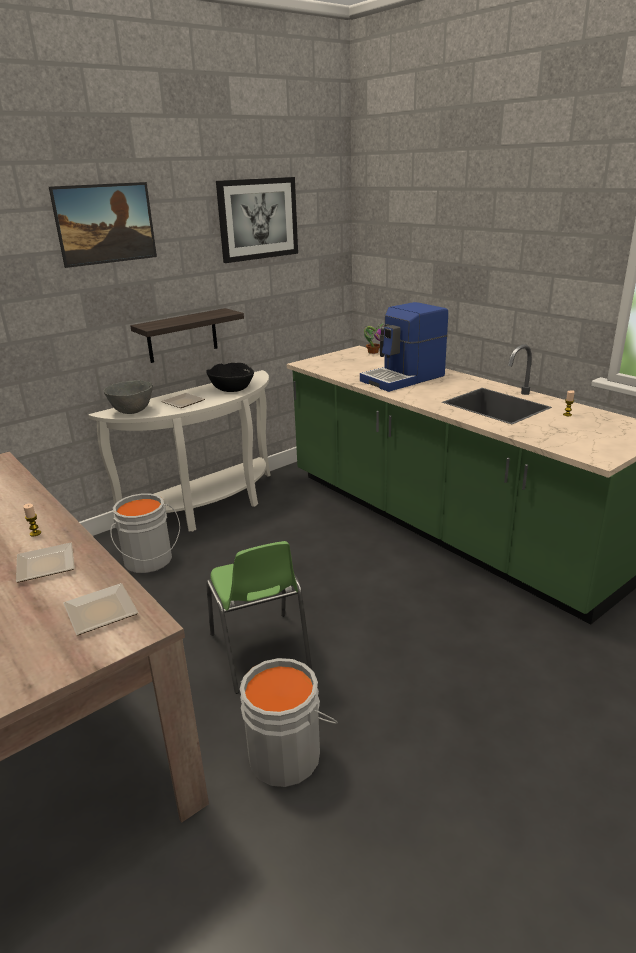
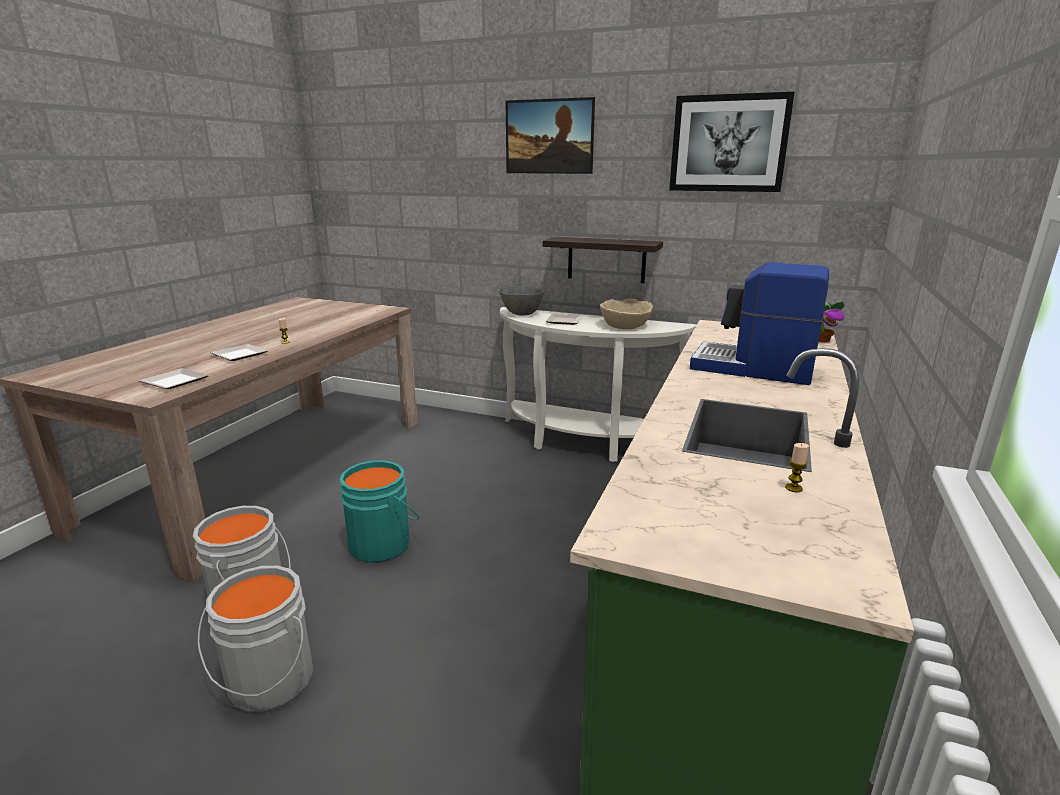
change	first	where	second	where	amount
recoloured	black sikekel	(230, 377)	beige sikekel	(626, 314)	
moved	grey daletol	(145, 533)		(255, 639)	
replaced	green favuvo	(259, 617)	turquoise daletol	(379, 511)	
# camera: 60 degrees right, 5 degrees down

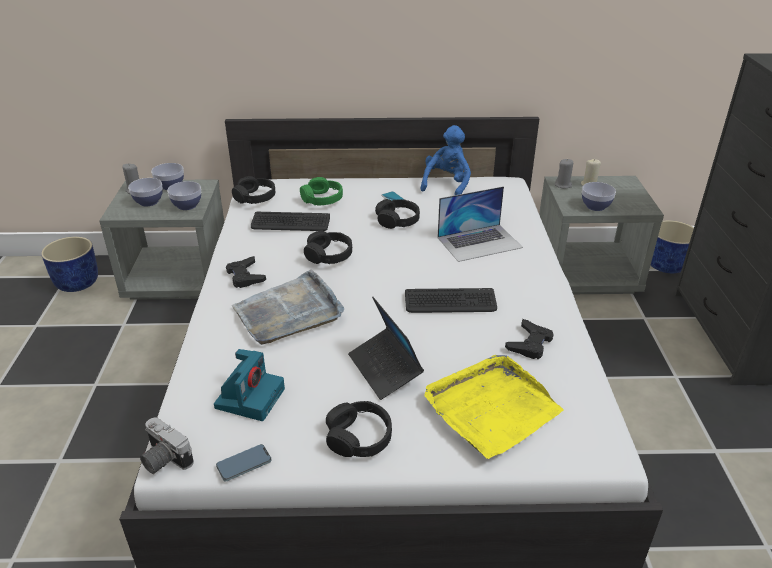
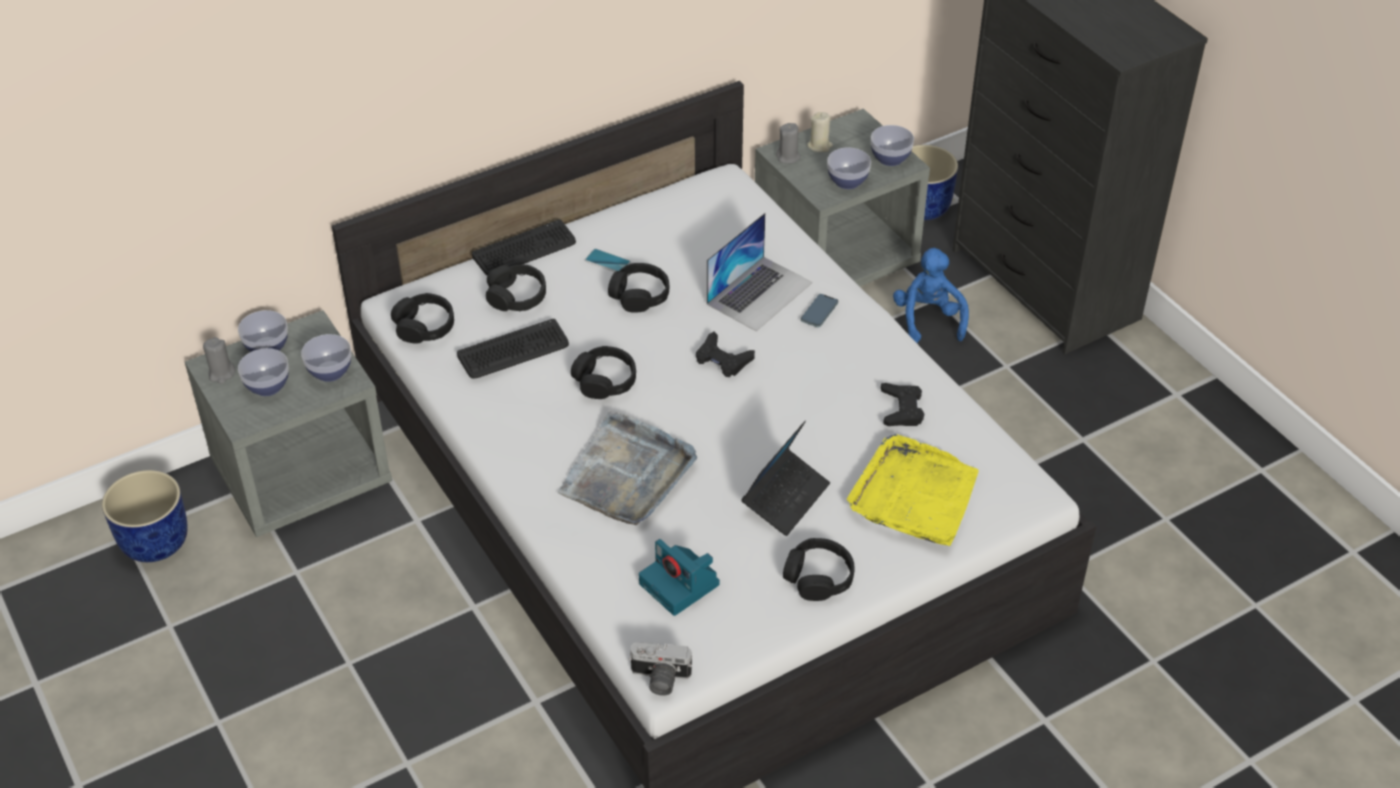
change	first	where	second	where	amount
moved	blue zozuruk	(445, 160)		(931, 295)	
recoloured	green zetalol	(321, 191)	black zetalol	(516, 288)	
moved	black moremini	(246, 272)		(725, 354)	
moved	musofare	(451, 300)		(524, 247)	
turned	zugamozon	(386, 348)		(785, 478)	90 degrees counterclockwise
turned	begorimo	(249, 385)		(679, 577)	150 degrees clockwise
moved	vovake	(244, 462)		(819, 311)	
added			sikekel	(892, 145)	
# camera: 30 degrees left, 10 degrees up

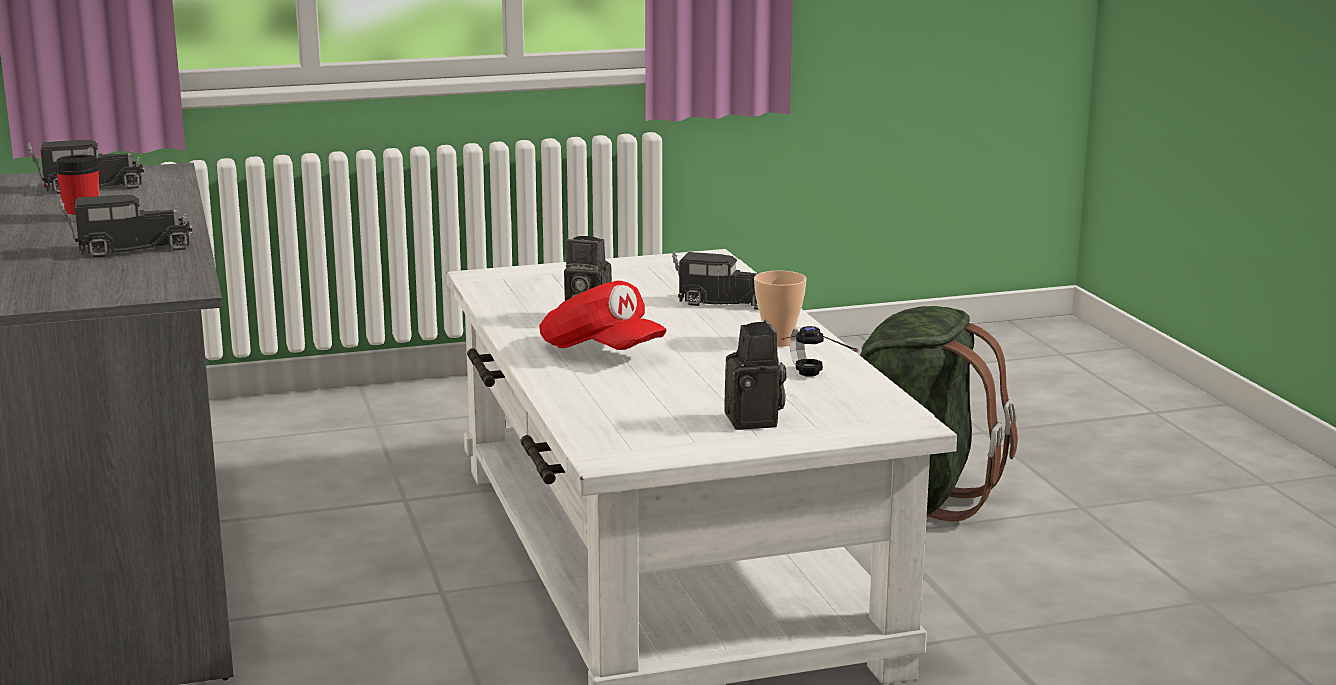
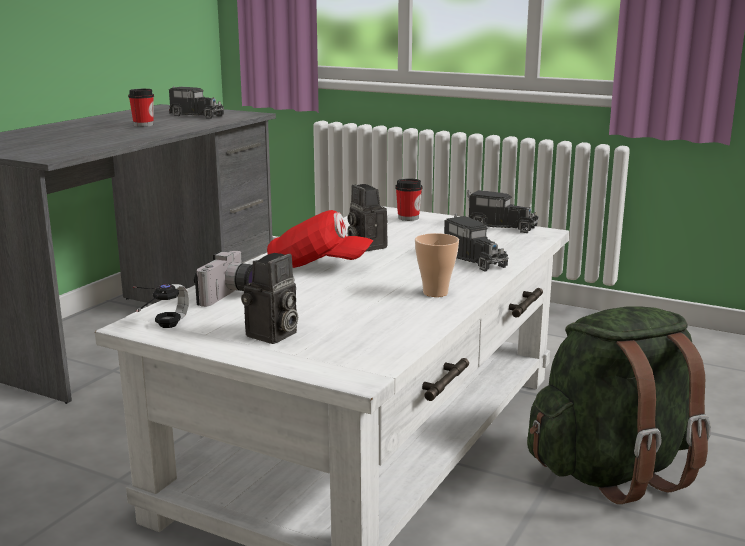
change	first	where	second	where	amount
moved	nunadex	(125, 226)		(503, 211)	
turned	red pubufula	(603, 315)		(320, 239)	75 degrees counterclockwise
moved	zetalol	(819, 351)		(161, 306)	
added			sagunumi	(408, 199)	
added			begorimo	(223, 279)	
# camera: 45 degrees right, 0 degrees up

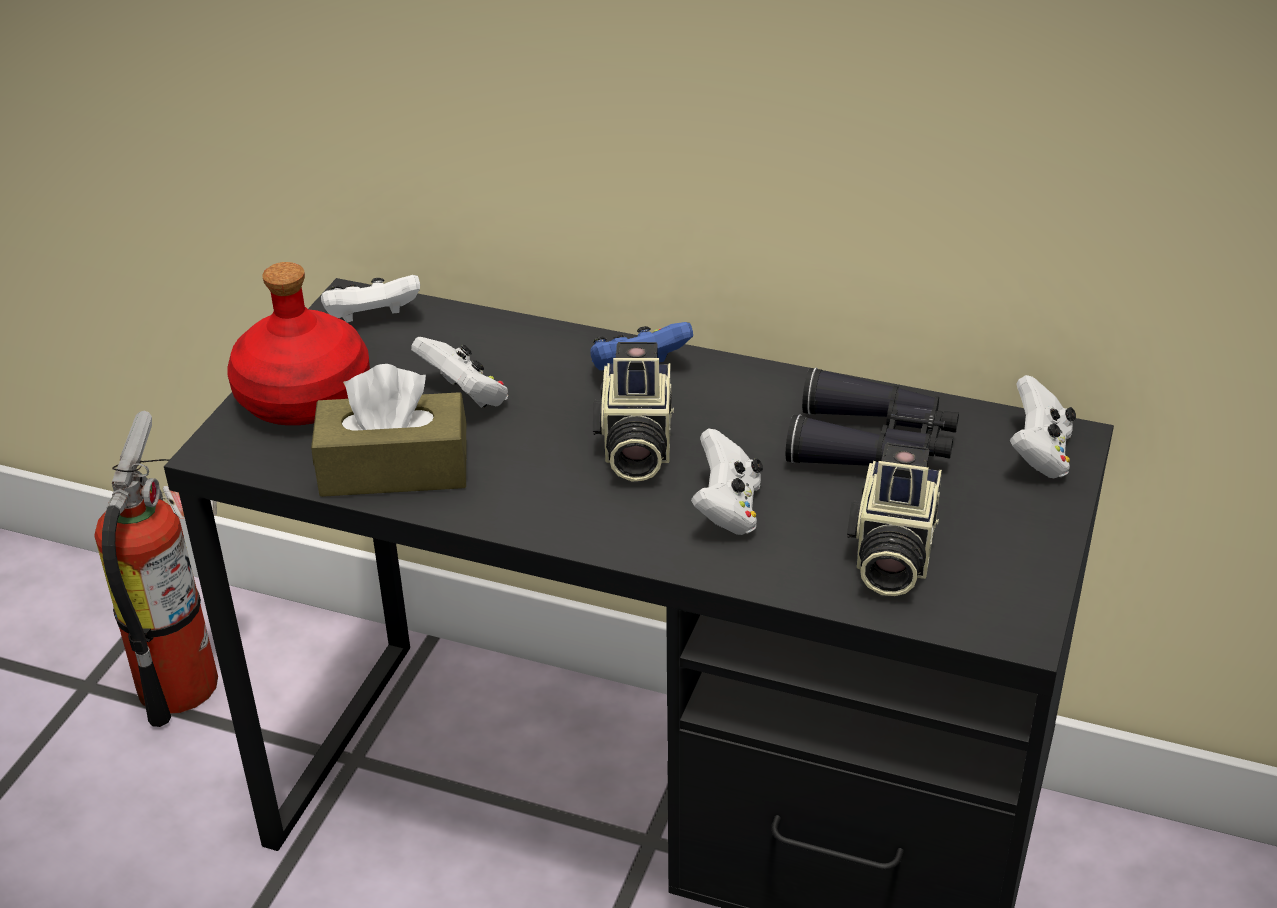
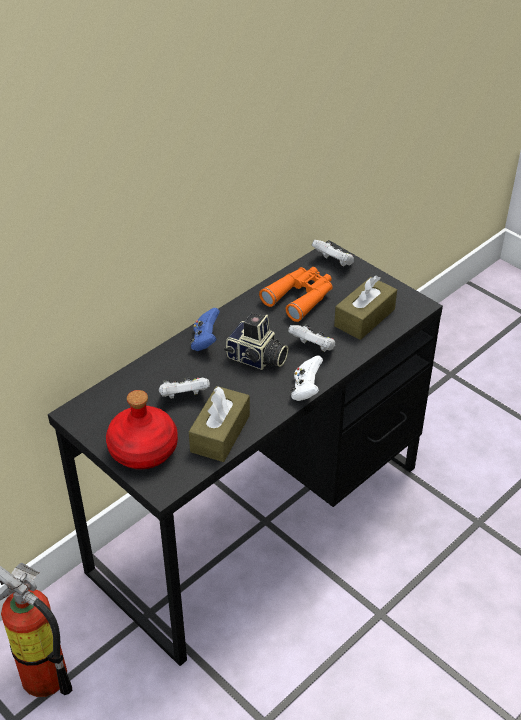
change	first	where	second	where	amount
moved	white moremini	(370, 299)		(307, 378)	
recoloured	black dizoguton	(872, 416)	orange dizoguton	(296, 294)	
replaced	begorimo	(894, 519)	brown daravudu	(365, 307)	
# camera: 65 degrees left, 5 degrees up

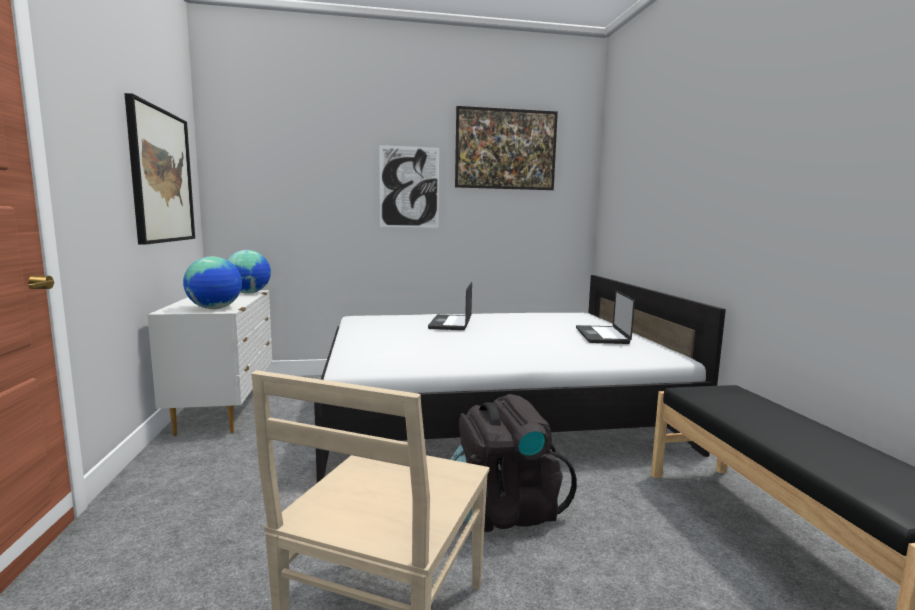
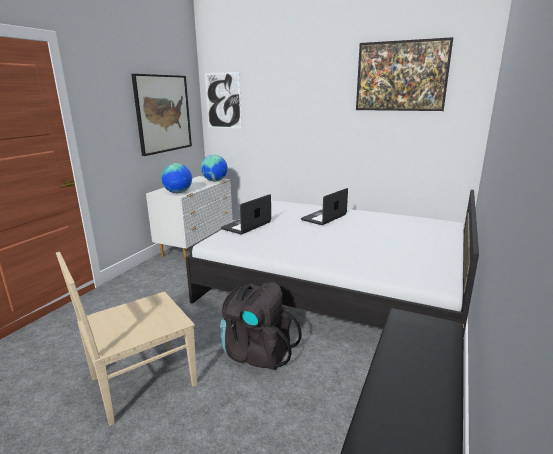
change	first	where	second	where	amount
moved	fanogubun	(409, 186)		(223, 100)	
moved	zugamozon	(605, 317)		(246, 214)	
# camera: 35 degrees right, 10 degrees up

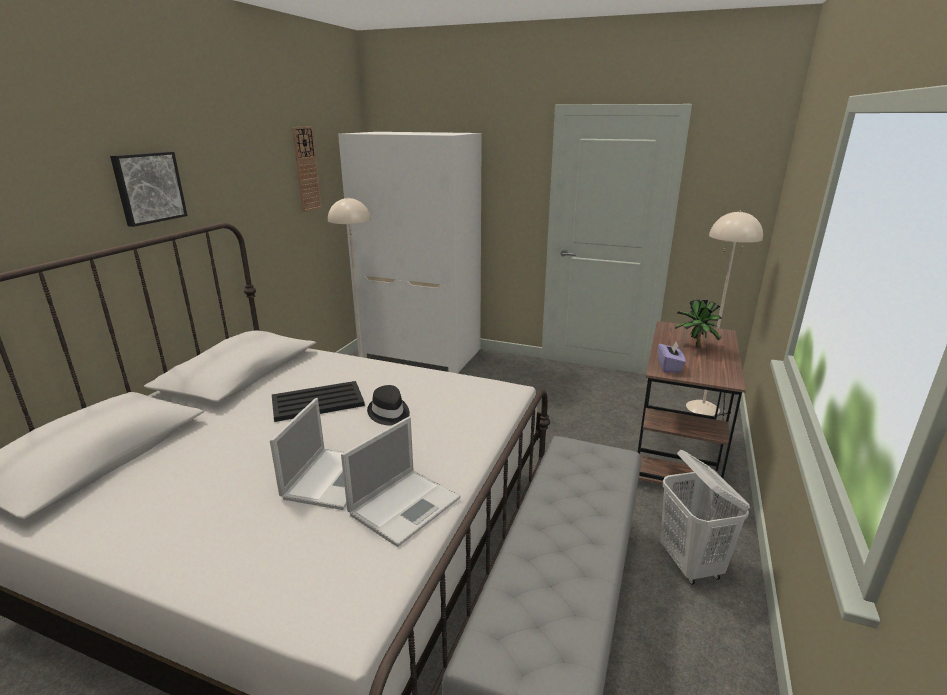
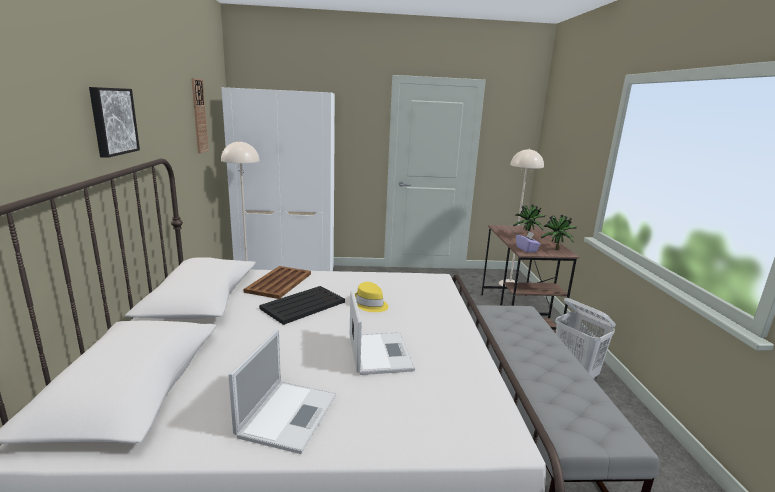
change	first	where	second	where	amount
recoloured	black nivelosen	(388, 405)	yellow nivelosen	(371, 297)	
moved	zugamozon	(401, 482)		(282, 391)	
added			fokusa	(558, 232)	
added			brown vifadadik	(277, 282)	
# camera: 25 degrees left, 5 degrees down

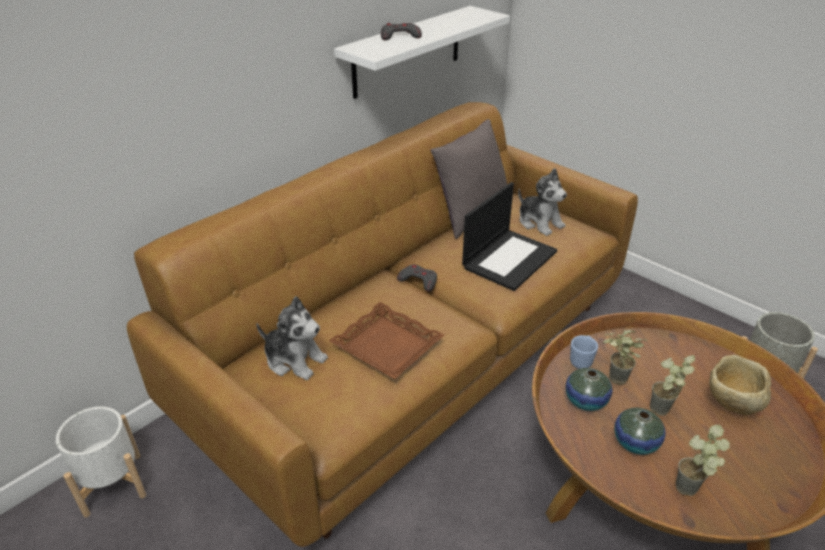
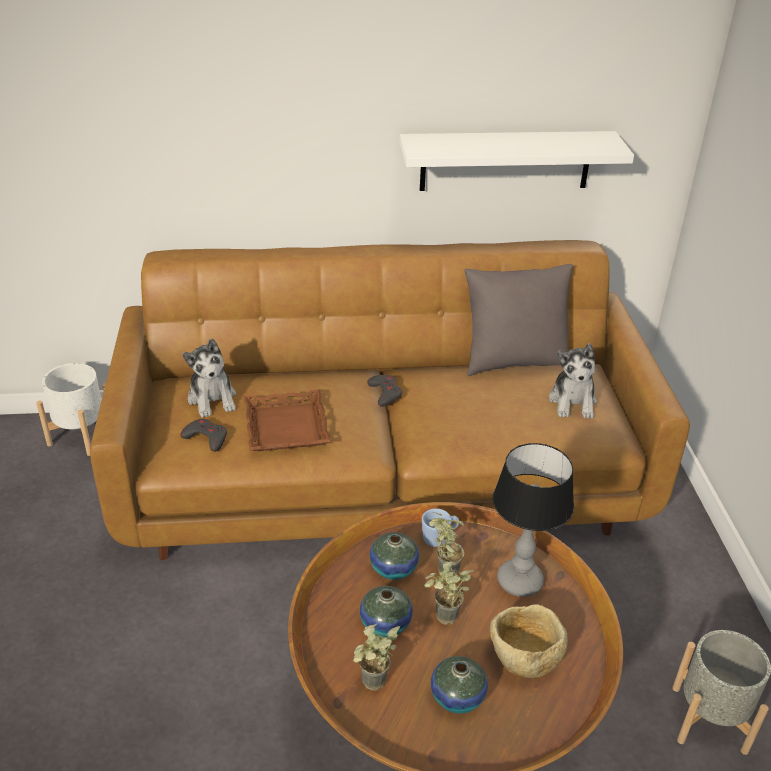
change	first	where	second	where	amount
moved	grey moremini	(401, 31)		(204, 435)	
removed	zugamozon	(509, 236)			
added			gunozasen	(533, 520)	
added			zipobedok	(459, 685)	
# camera: 40 degrees right, 0 degrees up

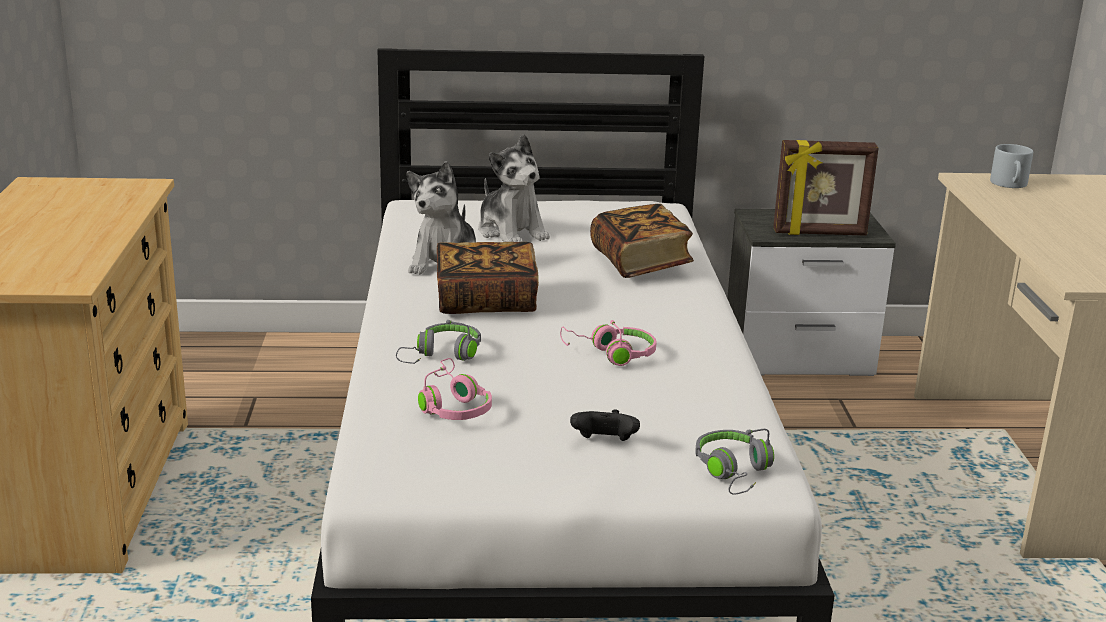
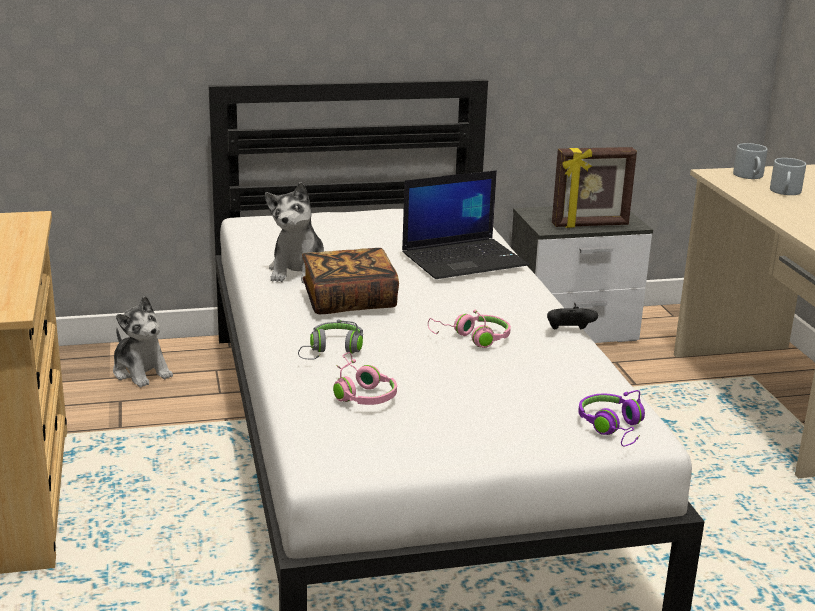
change	first	where	second	where	amount
moved	zozuruk	(514, 188)		(143, 341)	
replaced	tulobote	(642, 241)	zugamozon	(465, 224)	
moved	black moremini	(605, 425)		(572, 317)	
recoloured	grey zetalol	(734, 462)	purple zetalol	(611, 418)	
added			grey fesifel	(788, 176)	
# camera: 10 degrees left, 0 degrees up

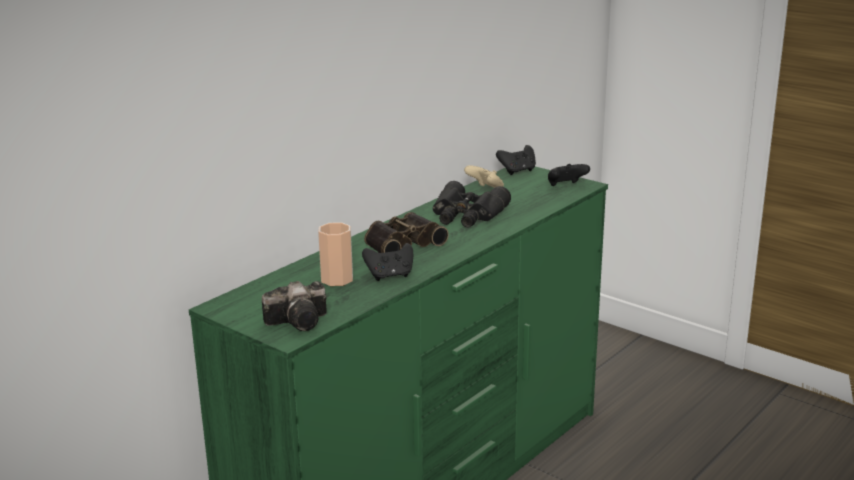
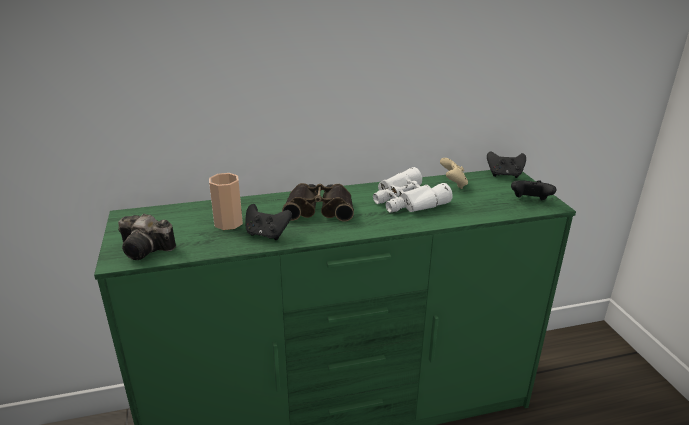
change	first	where	second	where	amount
recoloured	black dizoguton	(472, 204)	white dizoguton	(413, 190)	
# camera: 35 degrees right, 5 degrees up

